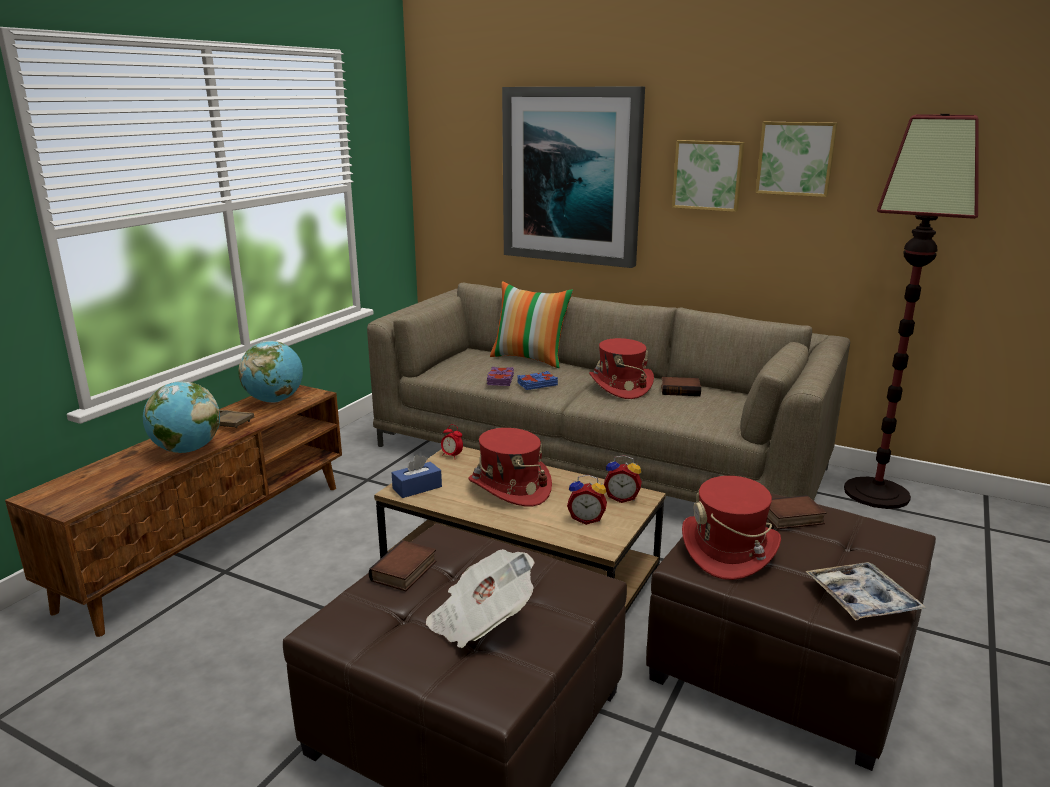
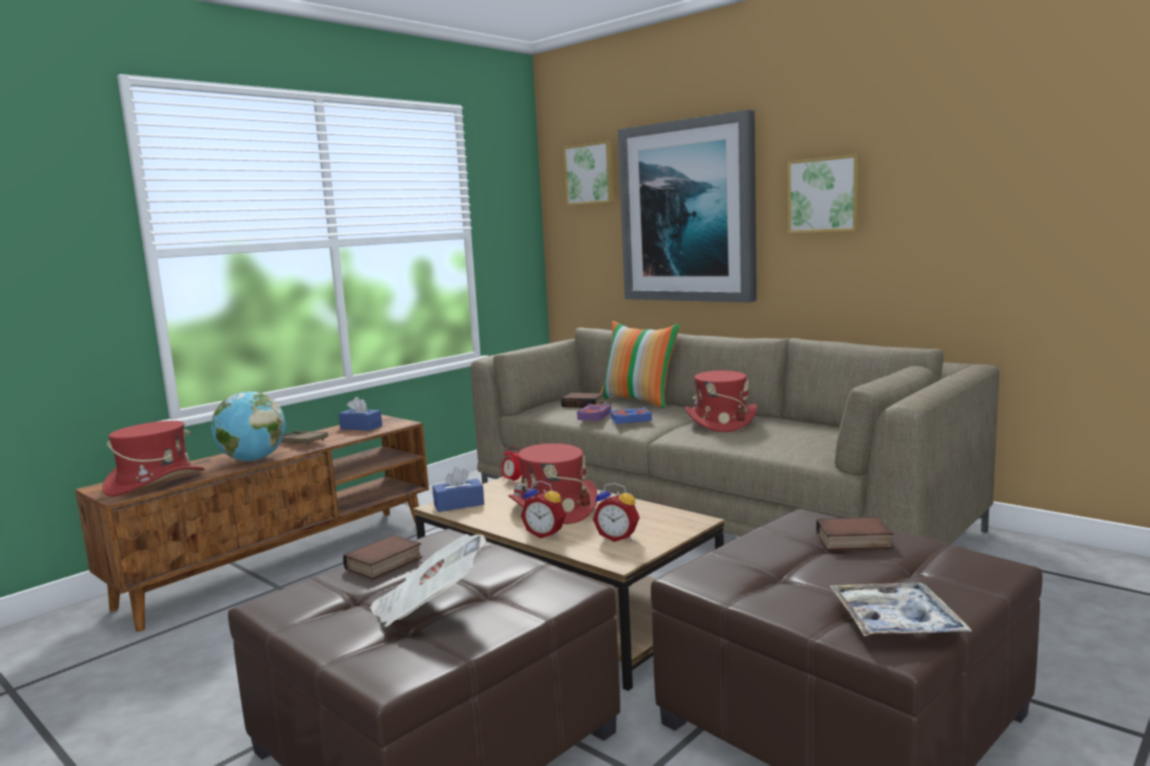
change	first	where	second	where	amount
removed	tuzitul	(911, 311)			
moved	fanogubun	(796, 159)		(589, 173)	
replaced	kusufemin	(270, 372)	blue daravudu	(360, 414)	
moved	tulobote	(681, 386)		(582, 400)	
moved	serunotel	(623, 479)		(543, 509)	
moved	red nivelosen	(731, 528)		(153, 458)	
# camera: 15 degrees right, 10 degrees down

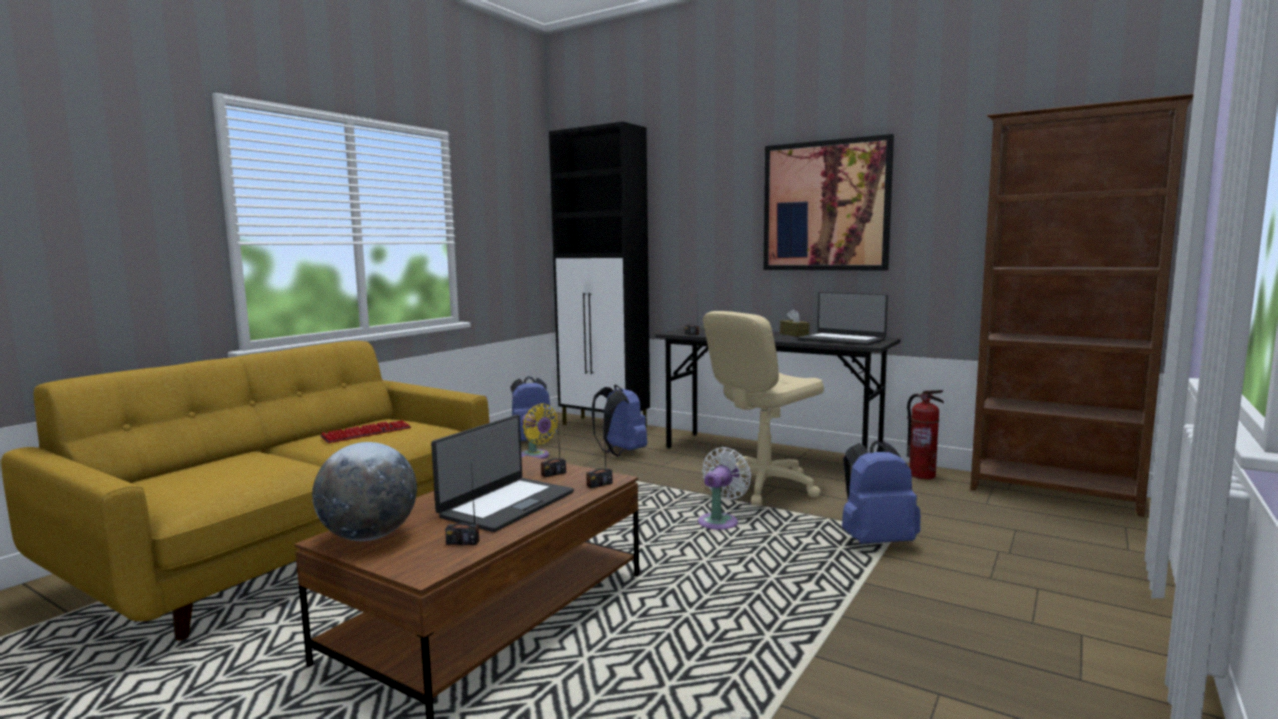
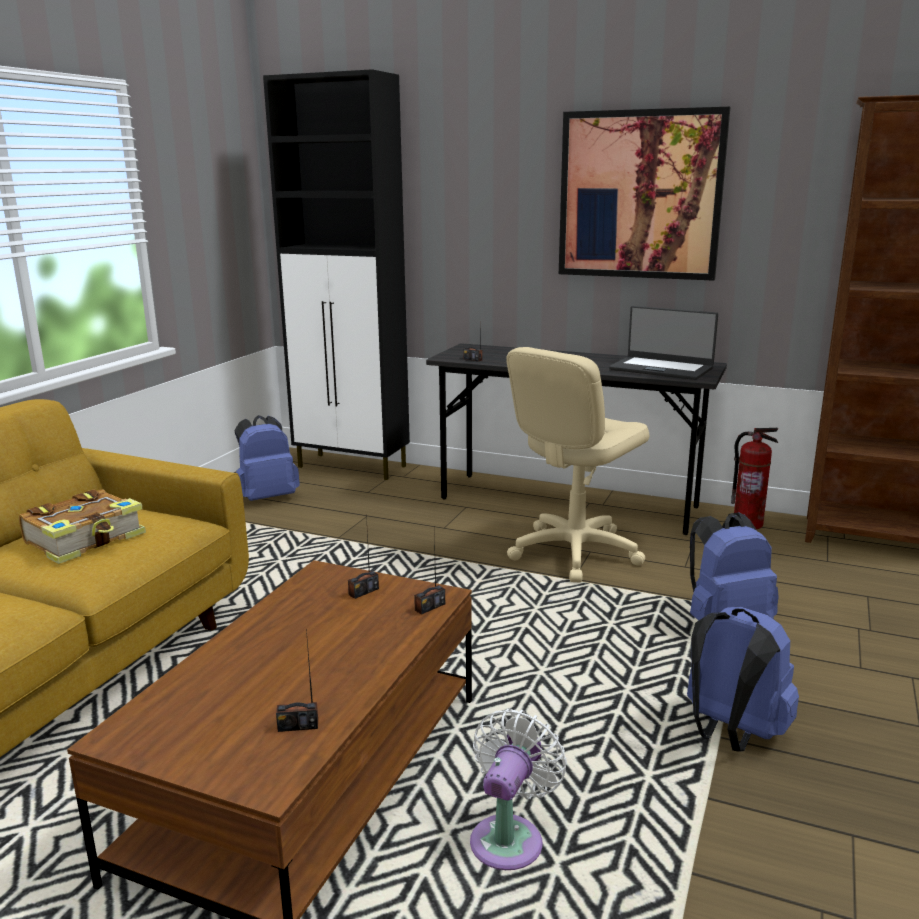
change	first	where	second	where	amount
removed	brown daravudu	(795, 323)			
moved	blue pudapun	(619, 420)		(743, 679)	
removed	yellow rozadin	(539, 431)			
removed	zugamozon	(502, 473)			
replaced	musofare	(365, 431)	tulobote	(82, 526)	
removed	kusufemin	(364, 491)			
moved	white rozadin	(724, 488)		(518, 789)	
# camera: 10 degrees left, 10 degrees up

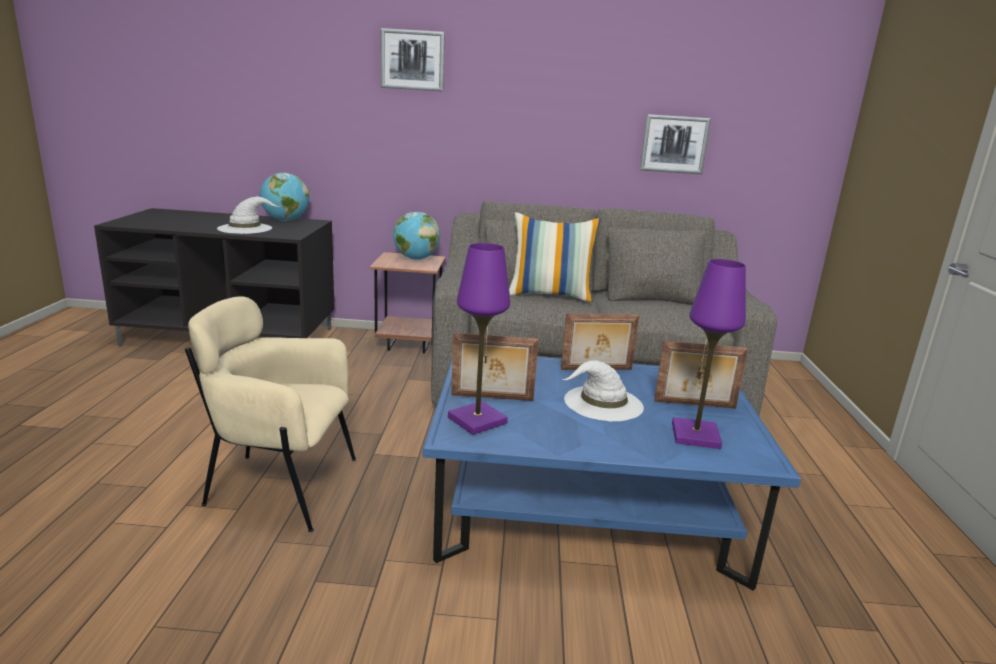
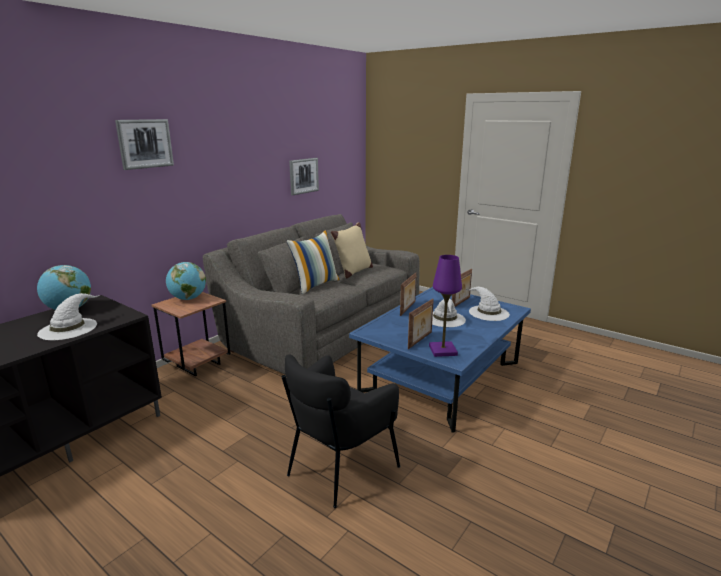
change	first	where	second	where	amount
replaced	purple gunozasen	(709, 354)	white nivelosen	(487, 304)	
recoloured	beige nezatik	(270, 414)	black nezatik	(340, 431)	
added			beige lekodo	(352, 250)	
# camera: 55 degrees left, 0 degrees up

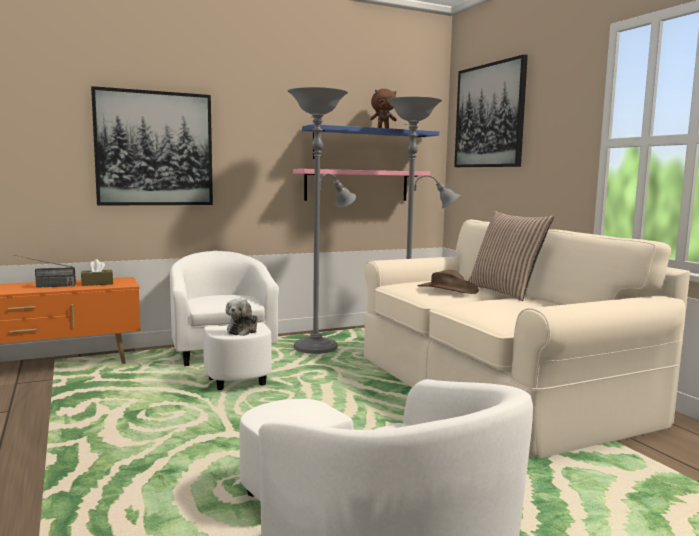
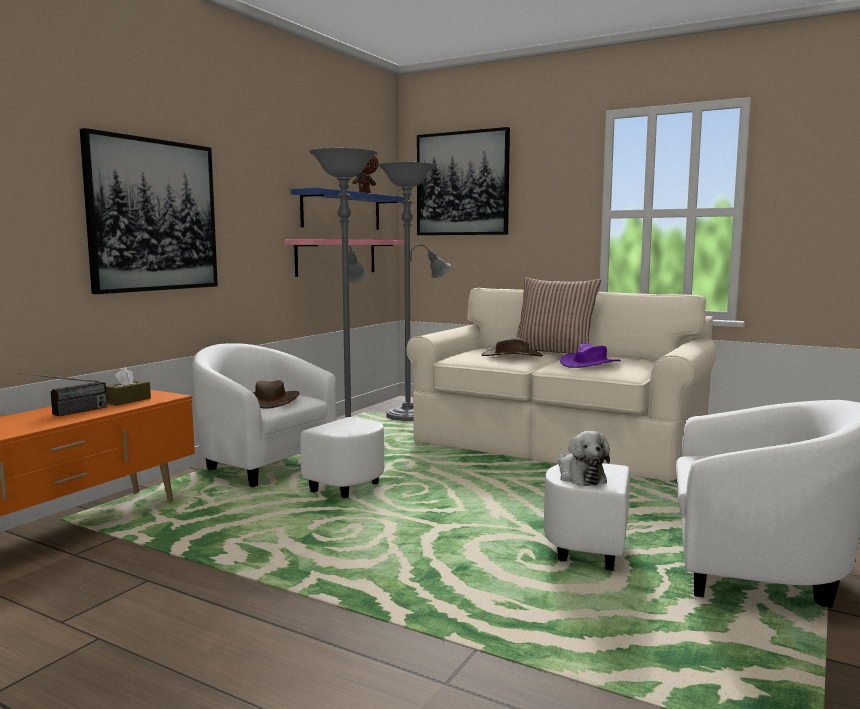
change	first	where	second	where	amount
moved	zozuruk	(242, 317)		(584, 458)	
added			purple nivelosen	(590, 355)	
added			brown nivelosen	(276, 394)	
# camera: 35 degrees left, 0 degrees up

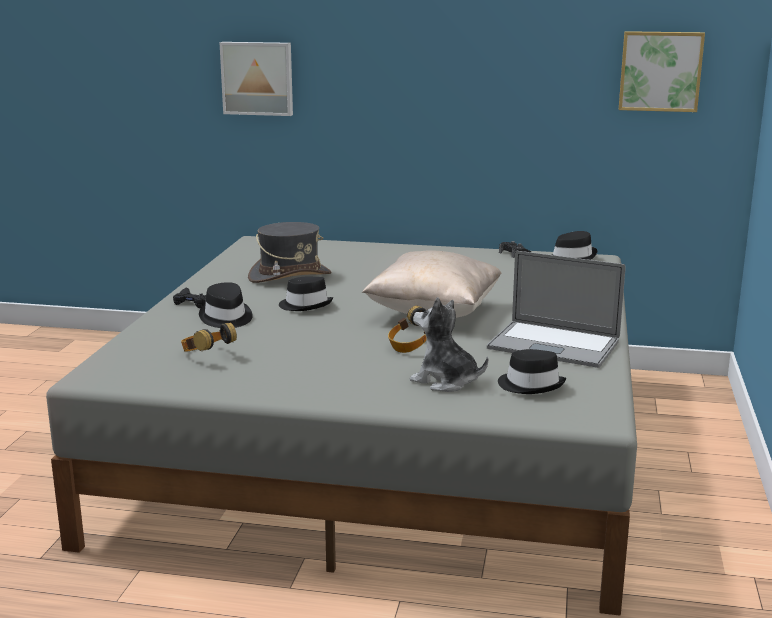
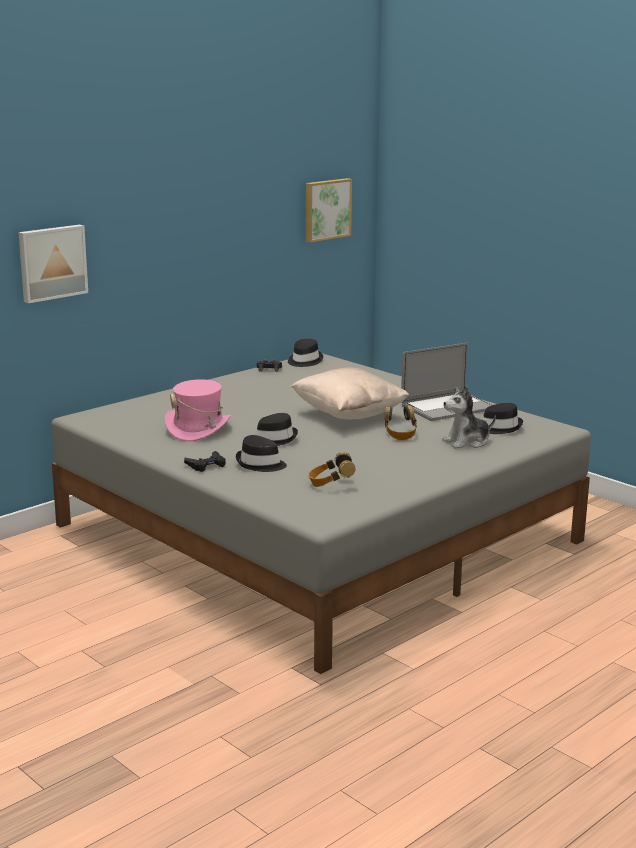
change	first	where	second	where	amount
recoloured	grey nivelosen	(289, 252)	pink nivelosen	(198, 410)	
# camera: 55 degrees left, 0 degrees up

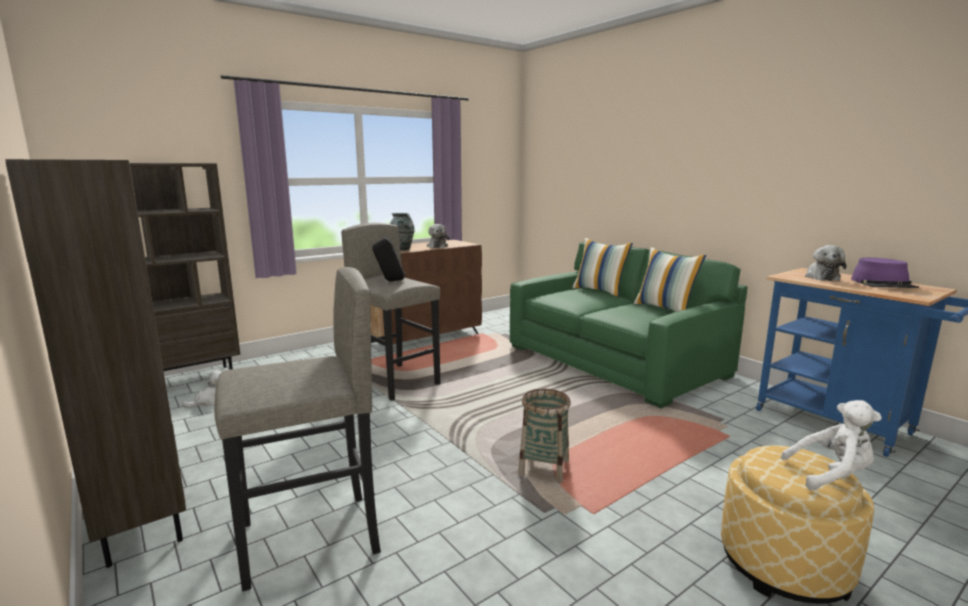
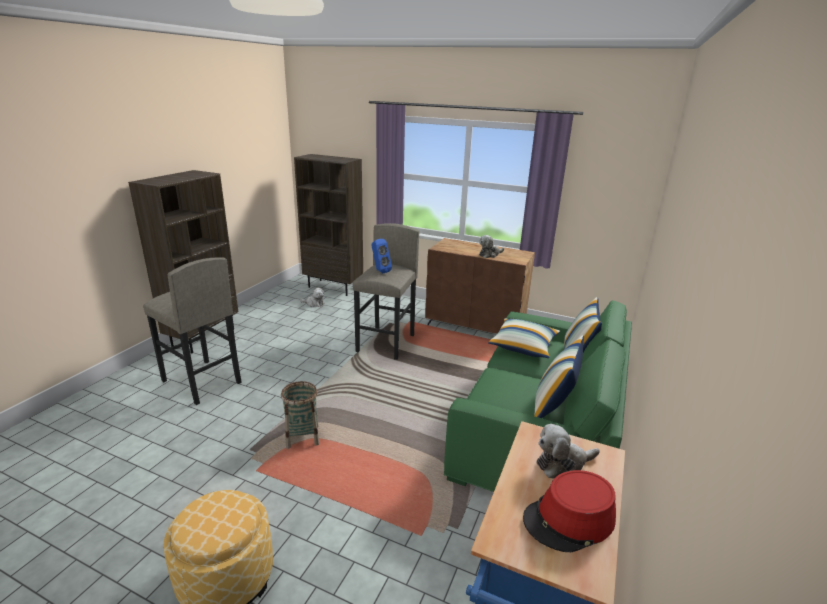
change	first	where	second	where	amount
removed	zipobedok	(402, 231)			
recoloured	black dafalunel	(388, 259)	blue dafalunel	(381, 256)	
recoloured	purple nivelosen	(885, 273)	red nivelosen	(569, 511)	
removed	white zozuruk	(831, 445)			
added			lekodo	(524, 338)	
# camera: 60 degrees right, 10 degrees up

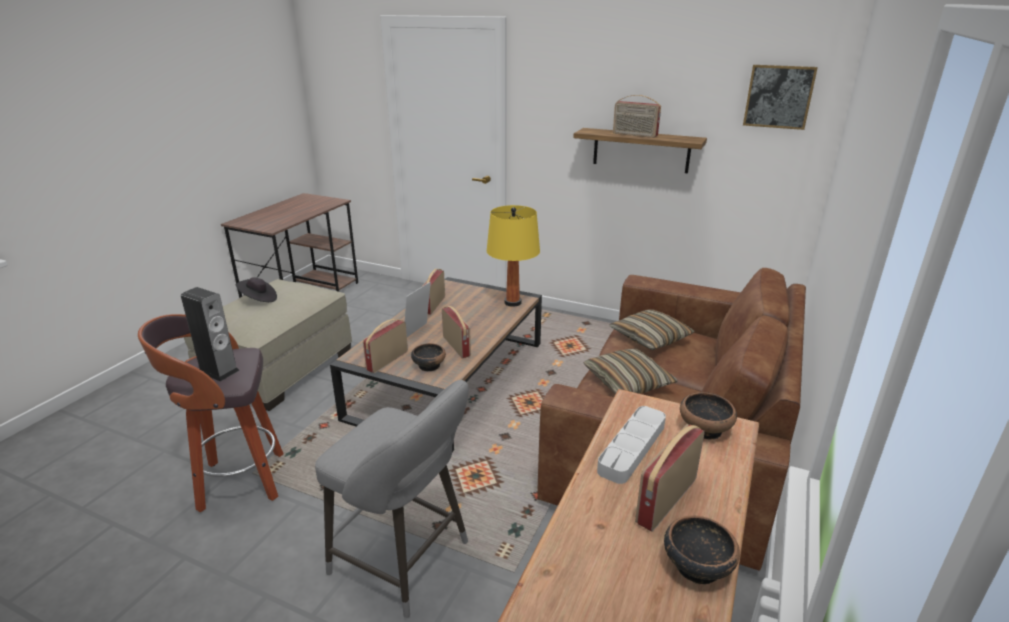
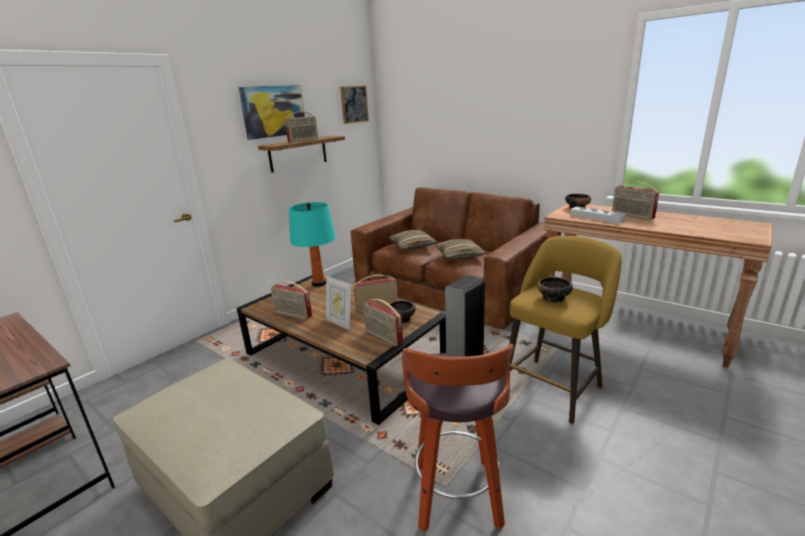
change	first	where	second	where	amount
recoloured	yellow gunozasen	(513, 256)	turquoise gunozasen	(312, 244)	
removed	black nivelosen	(256, 289)			
recoloured	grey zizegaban	(392, 499)	yellow zizegaban	(565, 330)	
moved	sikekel	(702, 549)		(555, 290)	
added			fanogubun	(271, 112)	
# camera: 75 degrees left, 5 degrees down

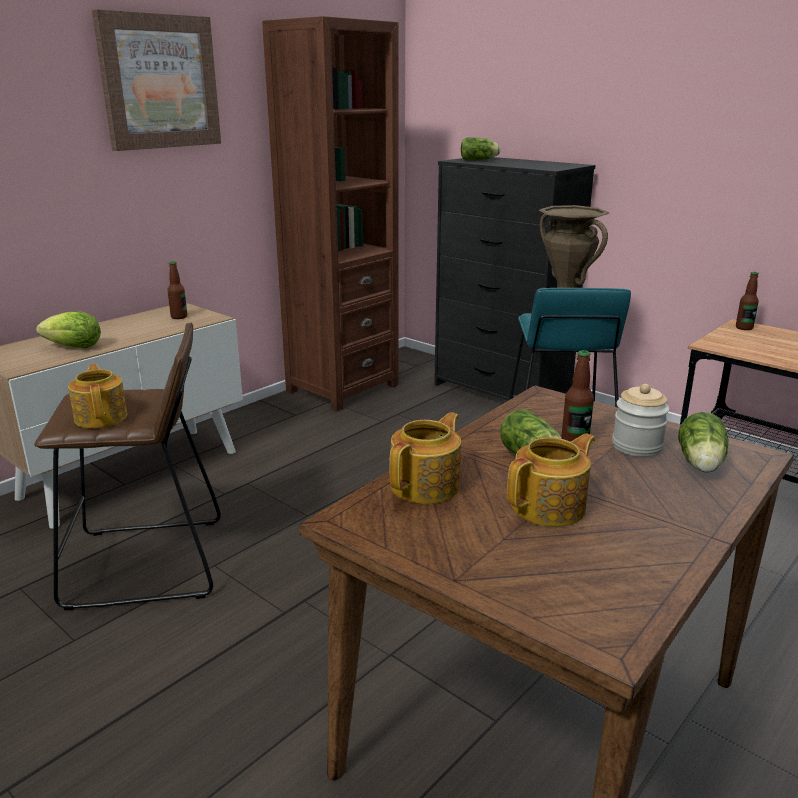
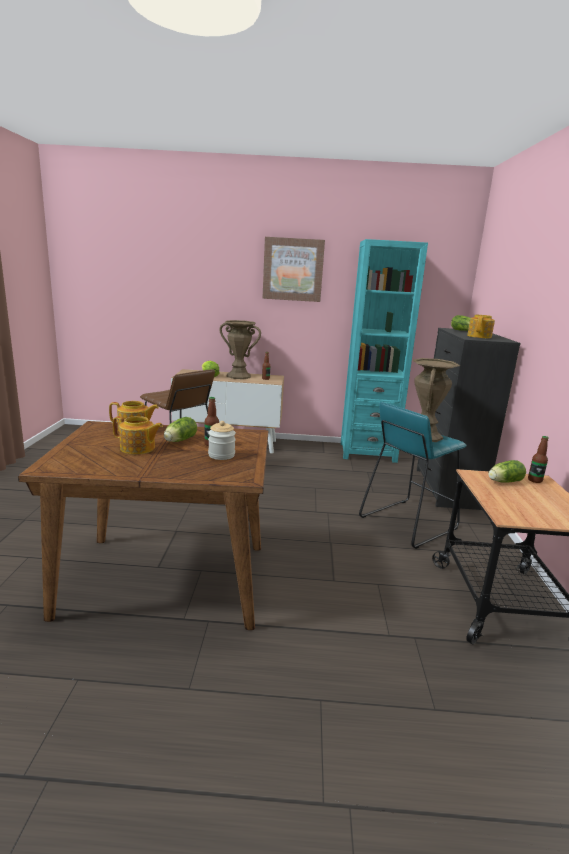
change	first	where	second	where	amount
recoloured	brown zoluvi	(330, 213)	turquoise zoluvi	(384, 351)	
moved	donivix	(97, 396)		(481, 326)	
moved	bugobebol	(703, 442)		(507, 471)	
added			brown zipobedok	(240, 349)	
# camera: 50 degrees right, 5 degrees down

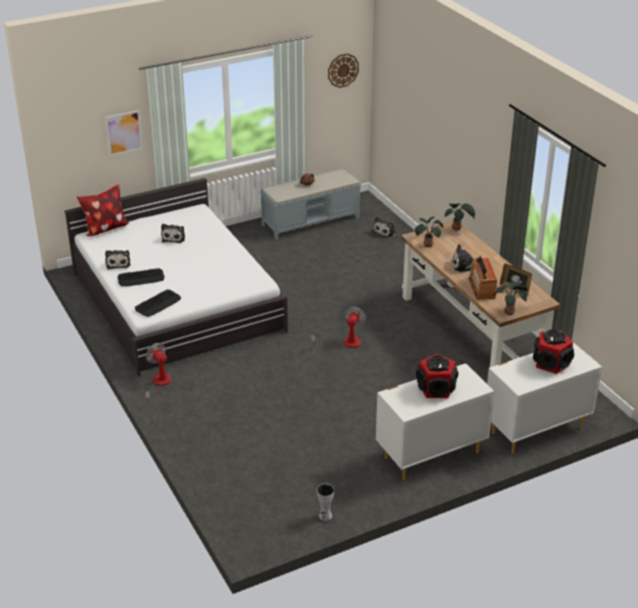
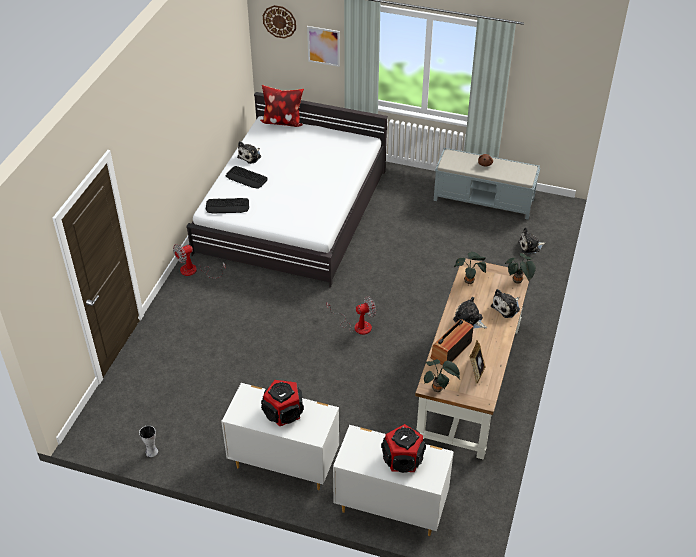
change	first	where	second	where	amount
moved	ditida	(343, 70)		(279, 22)	
moved	zozuruk	(173, 233)		(505, 303)	
turned	rozadin	(158, 373)		(199, 261)	135 degrees counterclockwise
# camera: 45 degrees right, 10 degrees up

